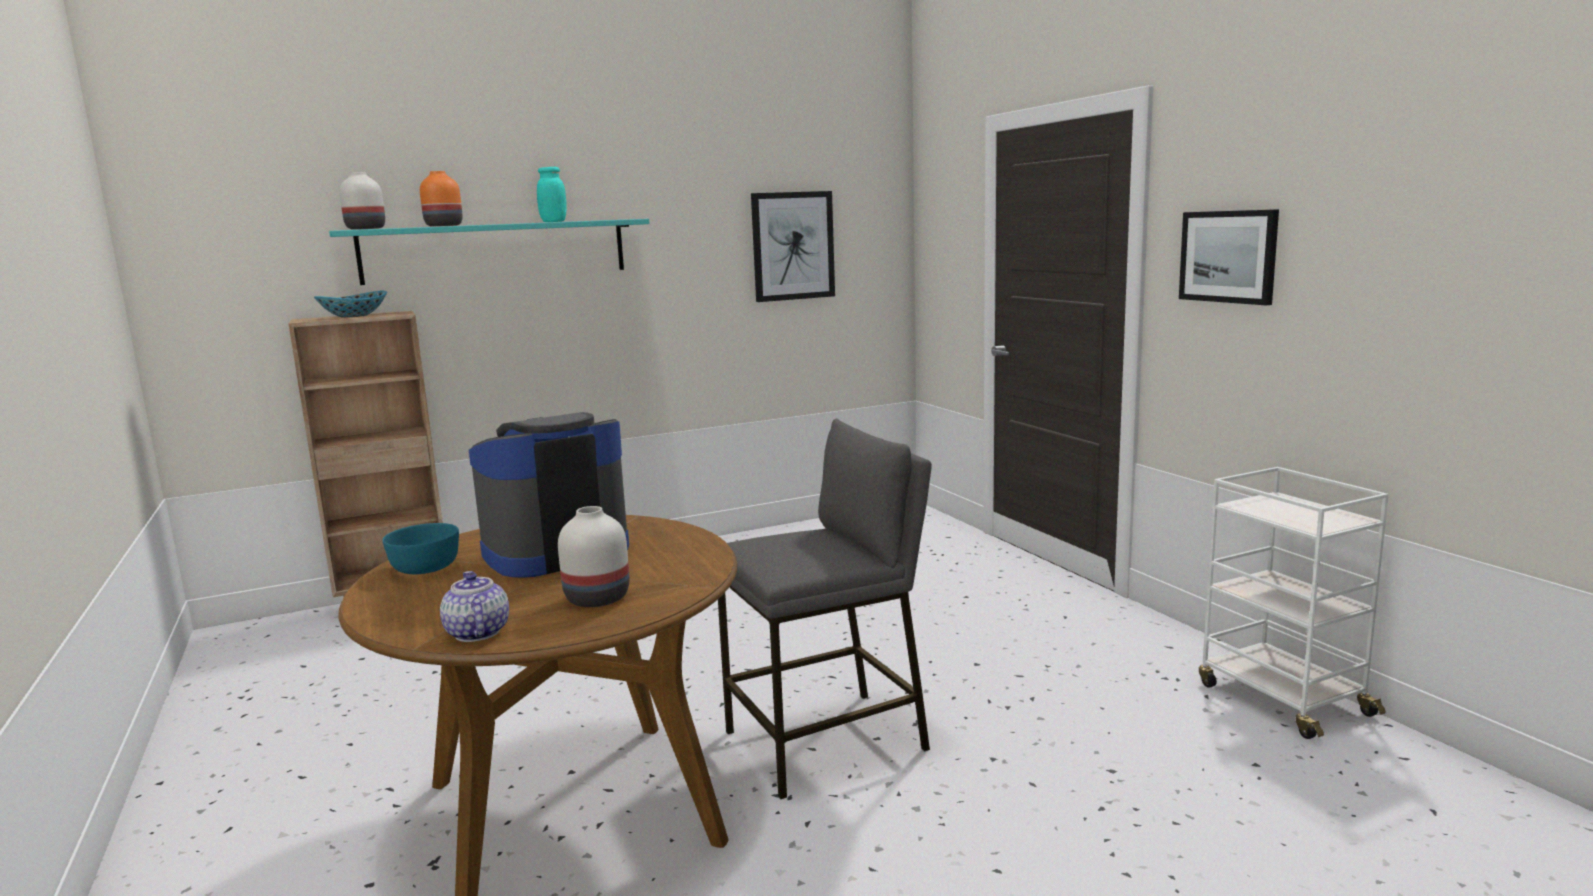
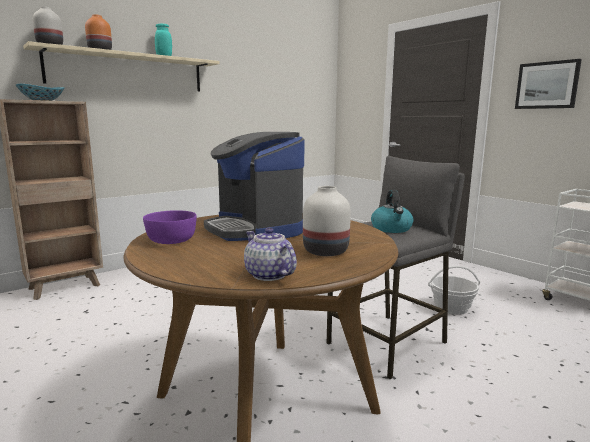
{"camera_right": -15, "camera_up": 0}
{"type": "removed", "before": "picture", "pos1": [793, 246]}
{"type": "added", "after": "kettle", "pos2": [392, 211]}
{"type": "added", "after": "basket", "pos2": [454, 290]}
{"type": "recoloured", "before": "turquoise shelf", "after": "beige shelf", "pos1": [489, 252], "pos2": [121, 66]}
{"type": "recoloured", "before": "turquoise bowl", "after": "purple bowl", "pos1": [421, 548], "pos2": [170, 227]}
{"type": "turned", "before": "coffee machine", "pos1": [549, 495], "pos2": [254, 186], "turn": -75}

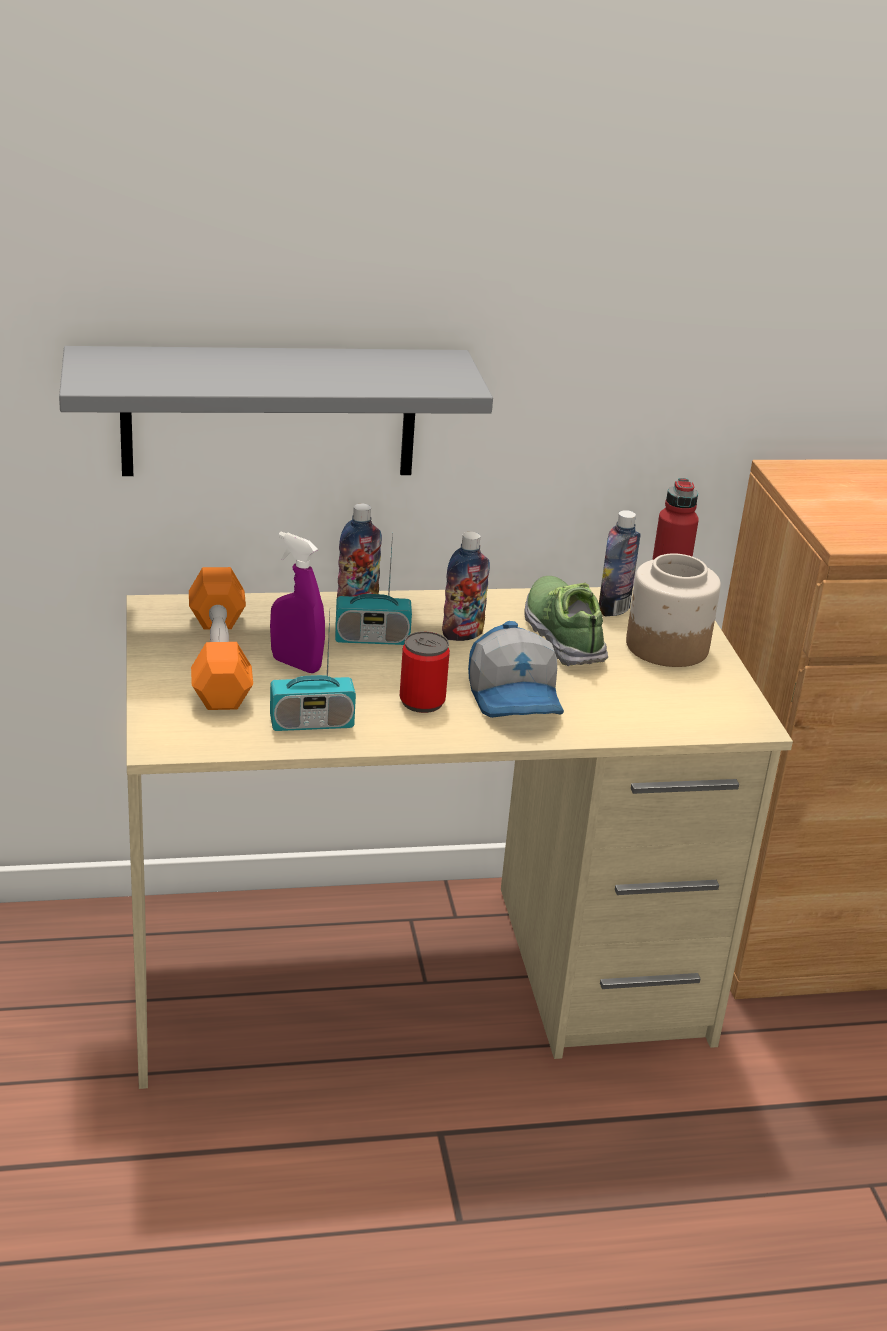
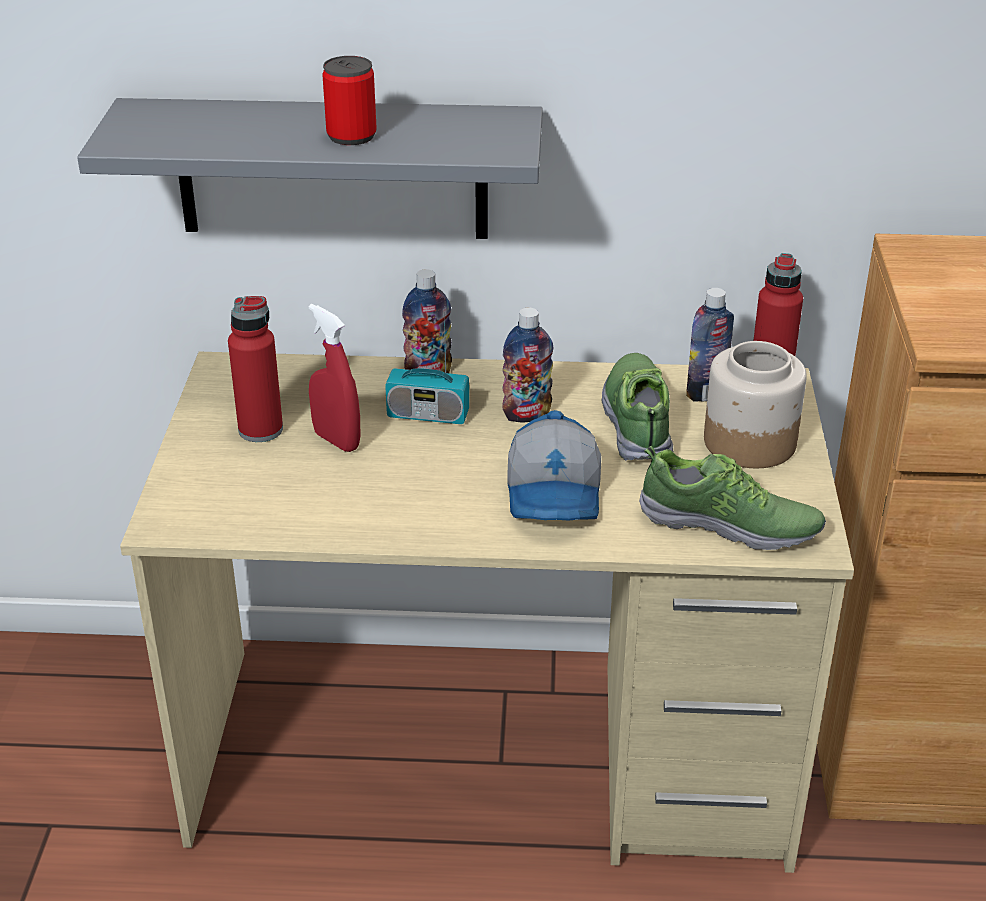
{"camera_right": 15, "camera_up": 5}
{"type": "removed", "before": "radio", "pos1": [313, 672]}
{"type": "added", "after": "shoe", "pos2": [732, 498]}
{"type": "moved", "before": "can", "pos1": [425, 672], "pos2": [349, 100]}
{"type": "replaced", "before": "orange dumbbell", "after": "red bottle", "pos1": [221, 638], "pos2": [255, 369]}
{"type": "recoloured", "before": "purple spray bottle", "after": "red spray bottle", "pos1": [297, 602], "pos2": [335, 378]}

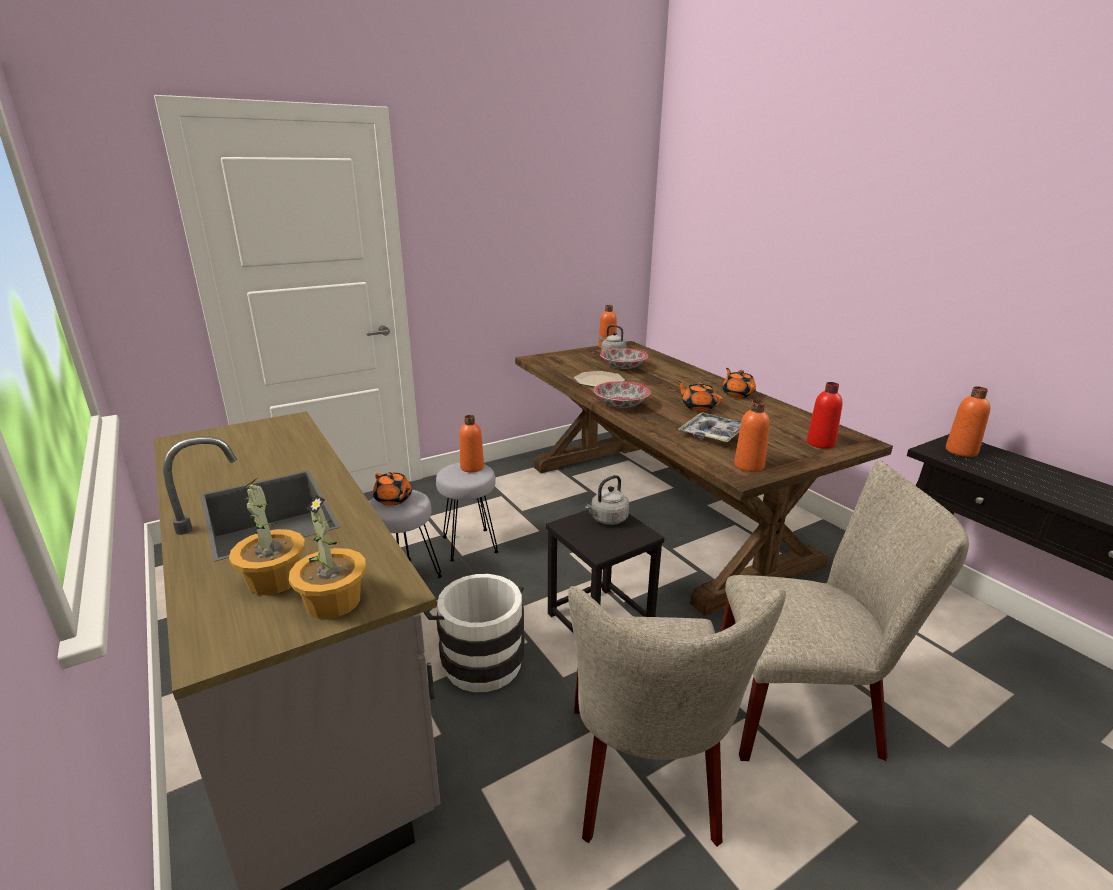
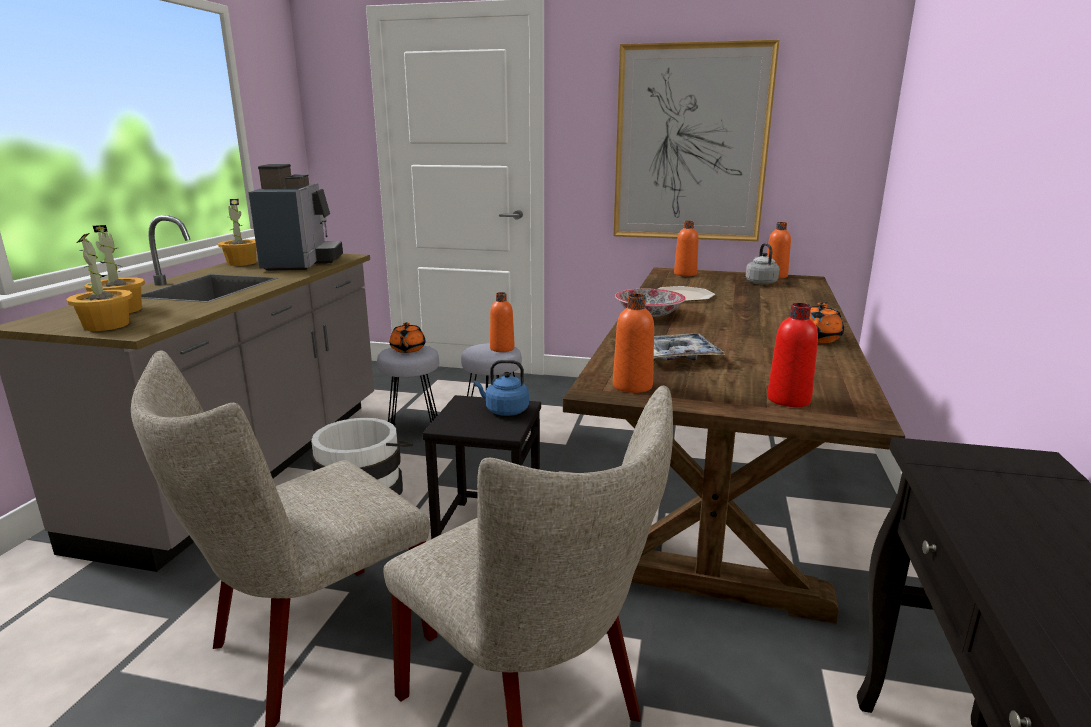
{"camera_right": 45, "camera_up": -5}
{"type": "removed", "before": "bowl", "pos1": [624, 358]}
{"type": "removed", "before": "orange teapot", "pos1": [700, 396]}
{"type": "added", "after": "potted plant", "pos2": [237, 232]}
{"type": "added", "after": "coffee machine", "pos2": [296, 217]}
{"type": "added", "after": "picture", "pos2": [696, 140]}
{"type": "moved", "before": "orange bottle", "pos1": [968, 421], "pos2": [686, 248]}
{"type": "recoloured", "before": "grey kettle", "after": "blue kettle", "pos1": [607, 500], "pos2": [501, 388]}

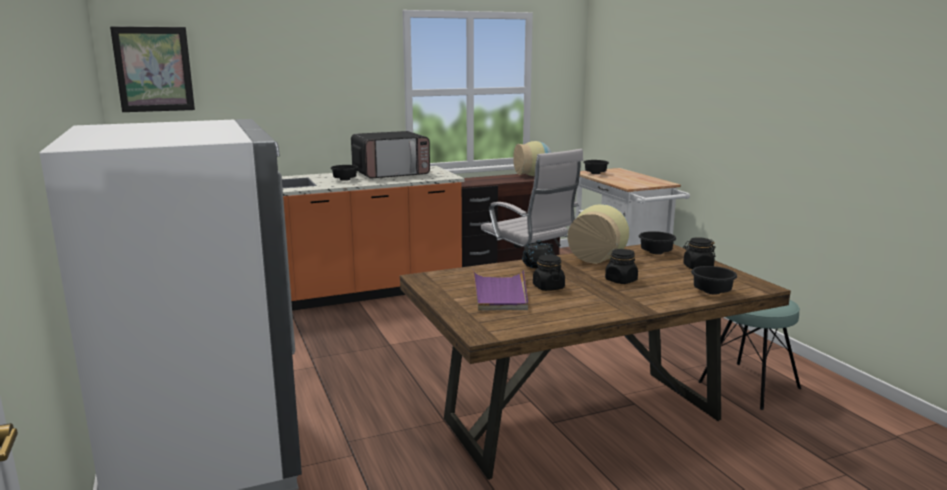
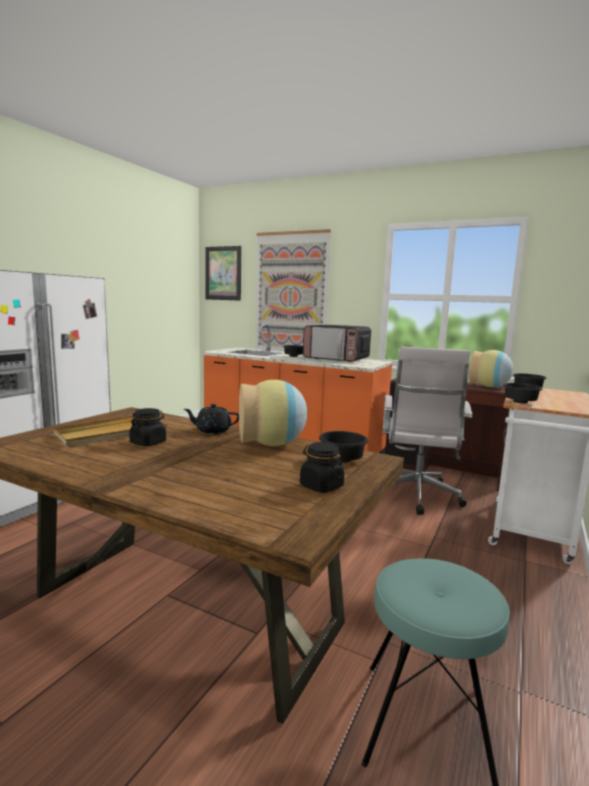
{"camera_right": 50, "camera_up": -5}
{"type": "removed", "before": "black jar", "pos1": [621, 266]}
{"type": "added", "after": "picture", "pos2": [293, 290]}
{"type": "moved", "before": "black bowl", "pos1": [714, 280], "pos2": [523, 393]}
{"type": "recoloured", "before": "purple tray", "after": "beige tray", "pos1": [500, 289], "pos2": [110, 431]}

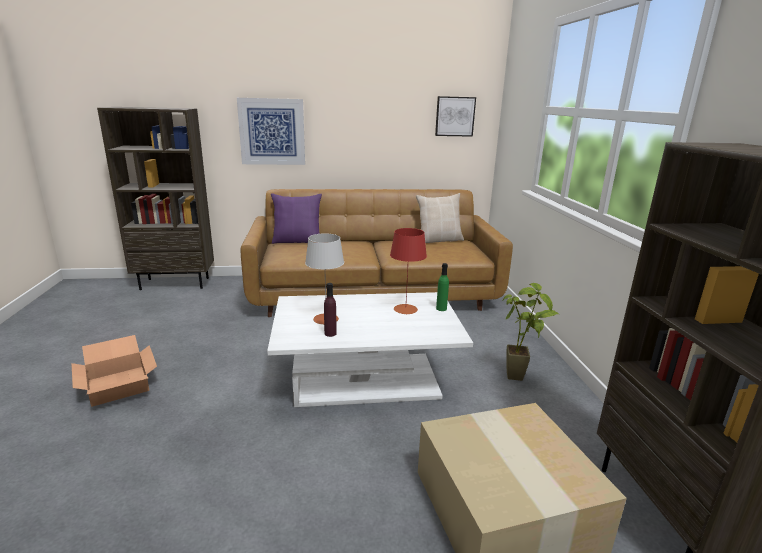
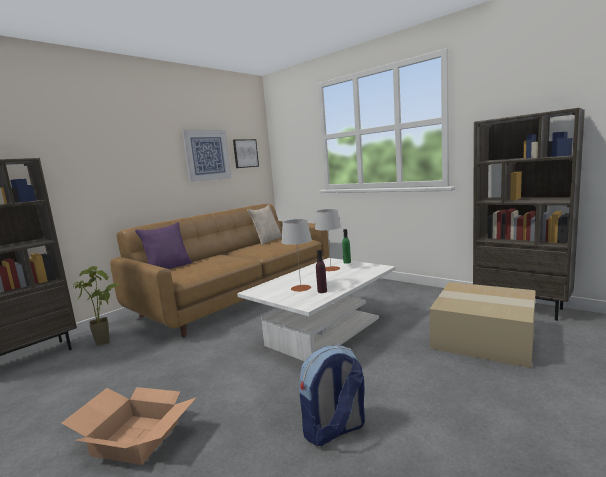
{"camera_right": -40, "camera_up": -10}
{"type": "added", "after": "backpack", "pos2": [332, 396]}
{"type": "moved", "before": "picture", "pos1": [271, 131], "pos2": [206, 156]}
{"type": "moved", "before": "potted plant", "pos1": [531, 332], "pos2": [97, 306]}
{"type": "recoloured", "before": "red table lamp", "after": "grey table lamp", "pos1": [408, 271], "pos2": [328, 240]}

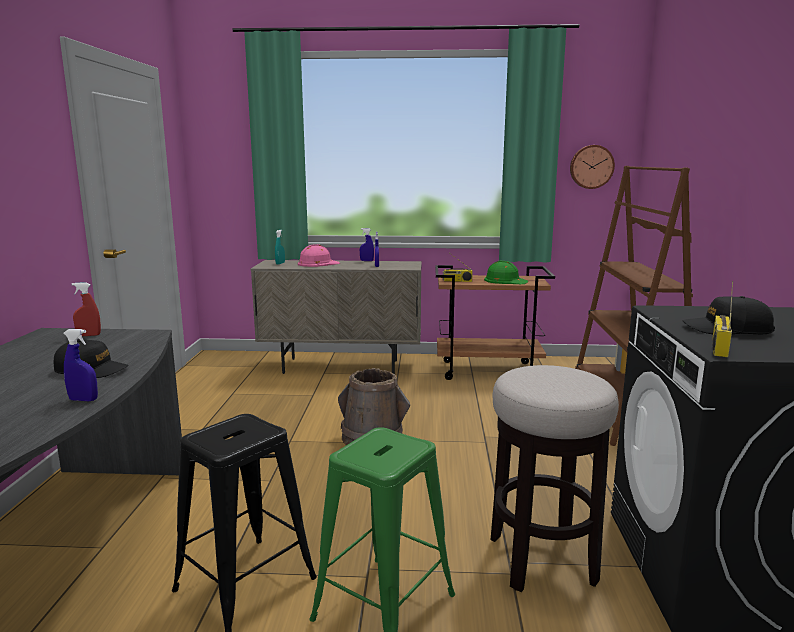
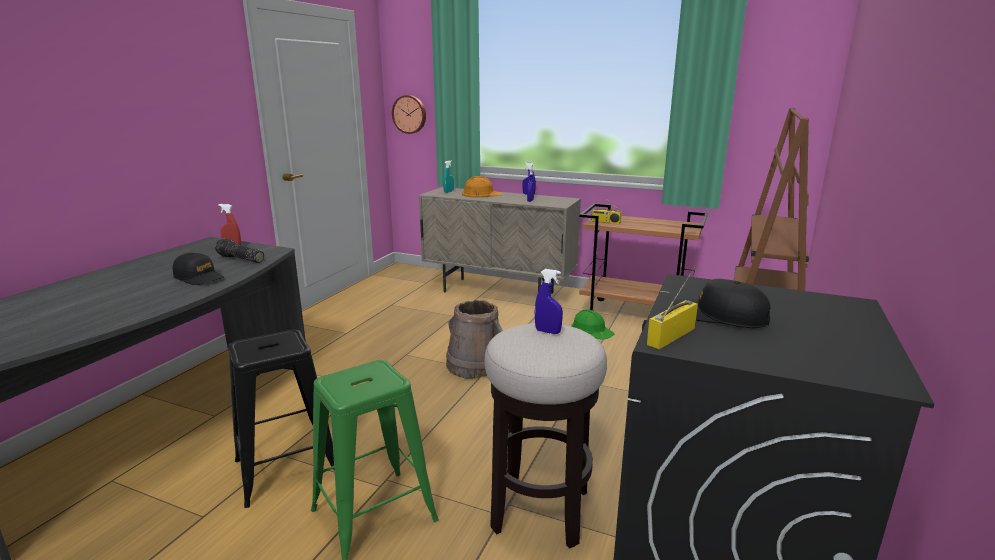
{"camera_right": 20, "camera_up": 5}
{"type": "added", "after": "flashlight", "pos2": [239, 251]}
{"type": "moved", "before": "blue spray bottle", "pos1": [81, 365], "pos2": [549, 301]}
{"type": "moved", "before": "green hard hat", "pos1": [506, 272], "pos2": [592, 324]}
{"type": "moved", "before": "wall clock", "pos1": [592, 167], "pos2": [409, 114]}
{"type": "recoloured", "before": "pink hard hat", "after": "orange hard hat", "pos1": [319, 255], "pos2": [482, 186]}

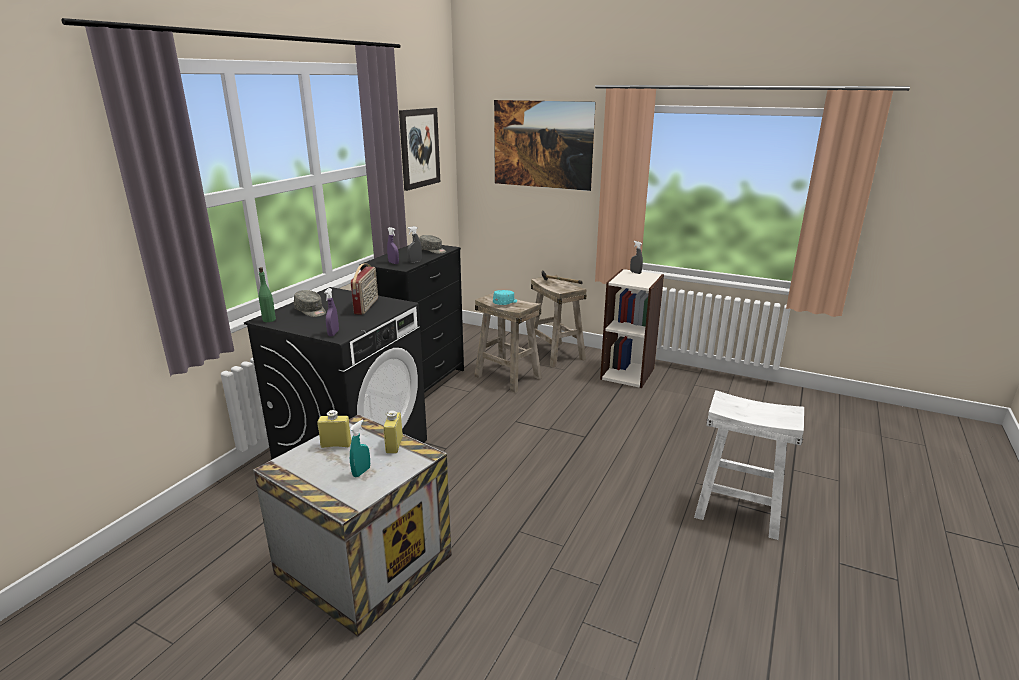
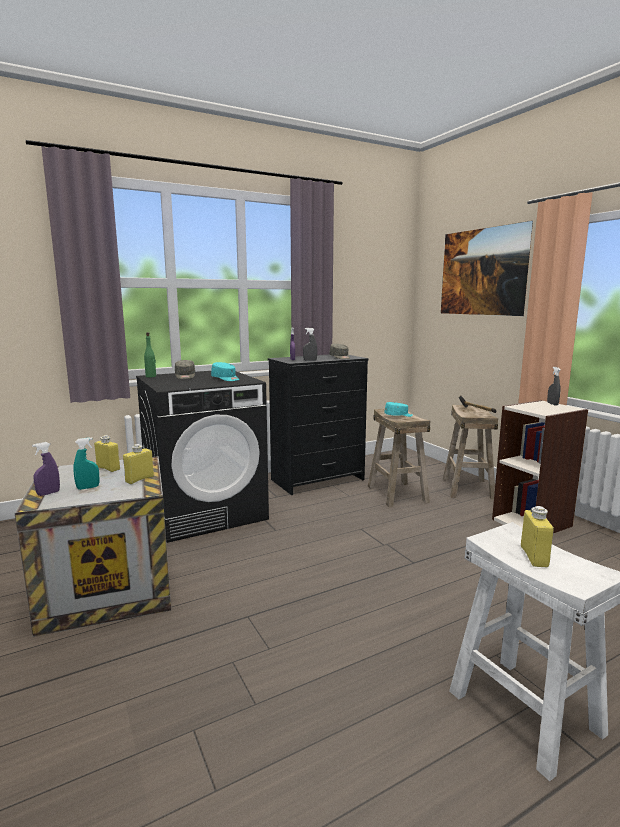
{"camera_right": 35, "camera_up": -10}
{"type": "removed", "before": "picture", "pos1": [419, 149]}
{"type": "added", "after": "yellow bottle", "pos2": [537, 536]}
{"type": "moved", "before": "purple spray bottle", "pos1": [331, 312], "pos2": [46, 469]}
{"type": "replaced", "before": "radio", "after": "turquoise cap", "pos1": [364, 289], "pos2": [225, 371]}

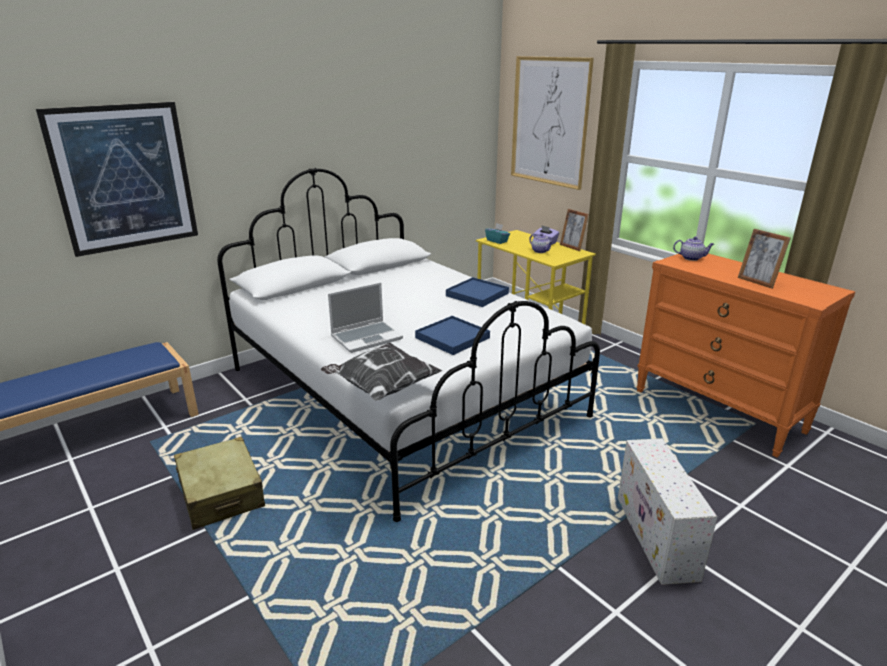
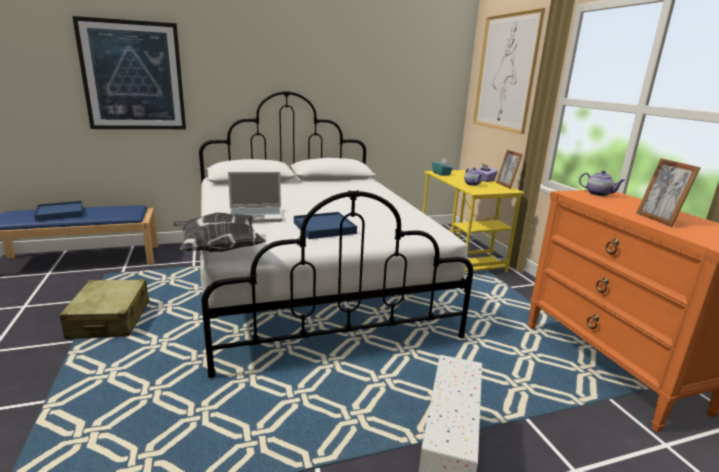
{"camera_right": 20, "camera_up": -5}
{"type": "moved", "before": "blue tray", "pos1": [477, 292], "pos2": [58, 211]}

